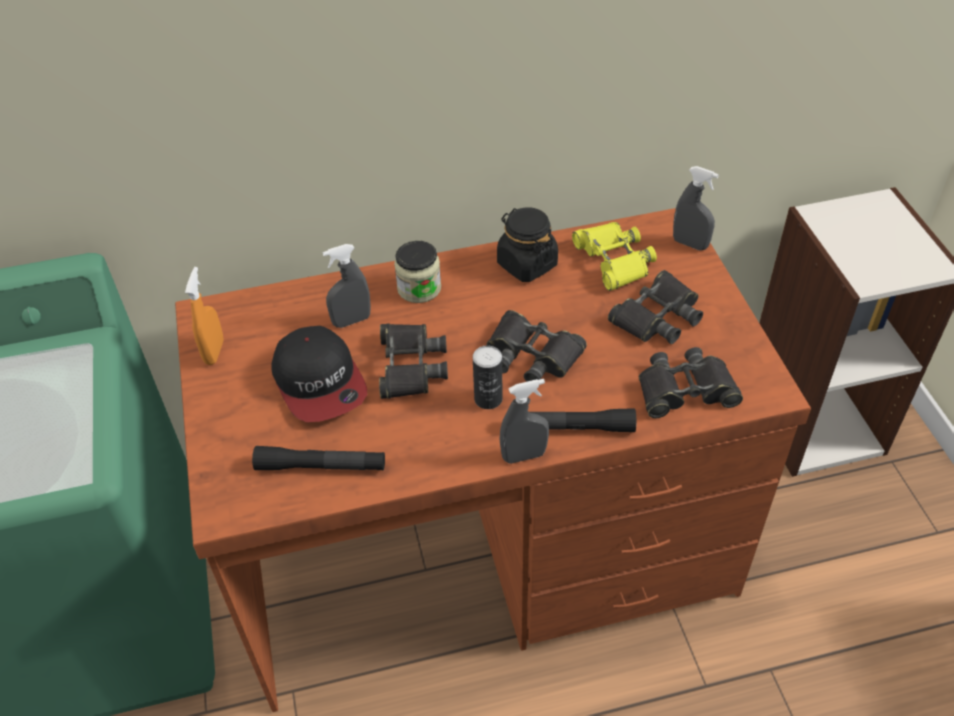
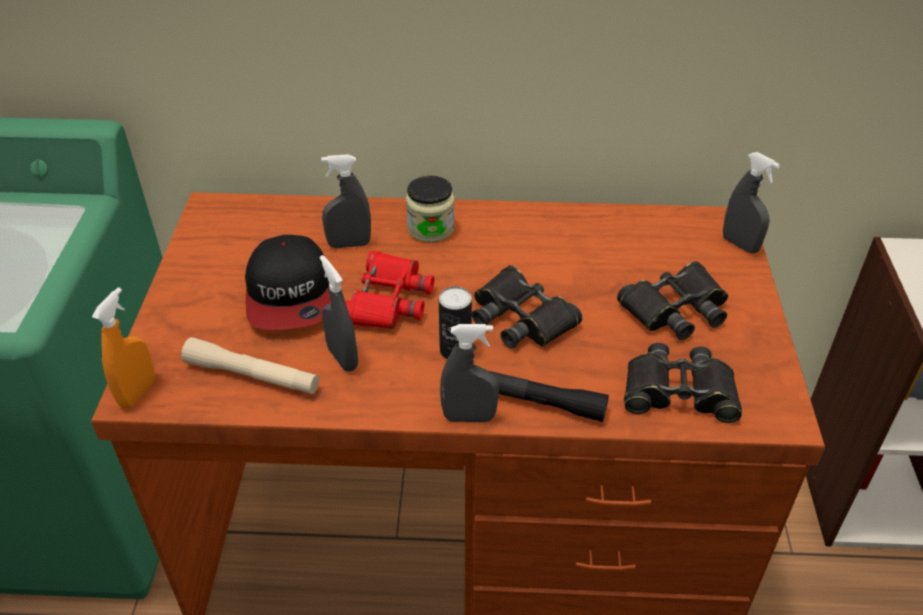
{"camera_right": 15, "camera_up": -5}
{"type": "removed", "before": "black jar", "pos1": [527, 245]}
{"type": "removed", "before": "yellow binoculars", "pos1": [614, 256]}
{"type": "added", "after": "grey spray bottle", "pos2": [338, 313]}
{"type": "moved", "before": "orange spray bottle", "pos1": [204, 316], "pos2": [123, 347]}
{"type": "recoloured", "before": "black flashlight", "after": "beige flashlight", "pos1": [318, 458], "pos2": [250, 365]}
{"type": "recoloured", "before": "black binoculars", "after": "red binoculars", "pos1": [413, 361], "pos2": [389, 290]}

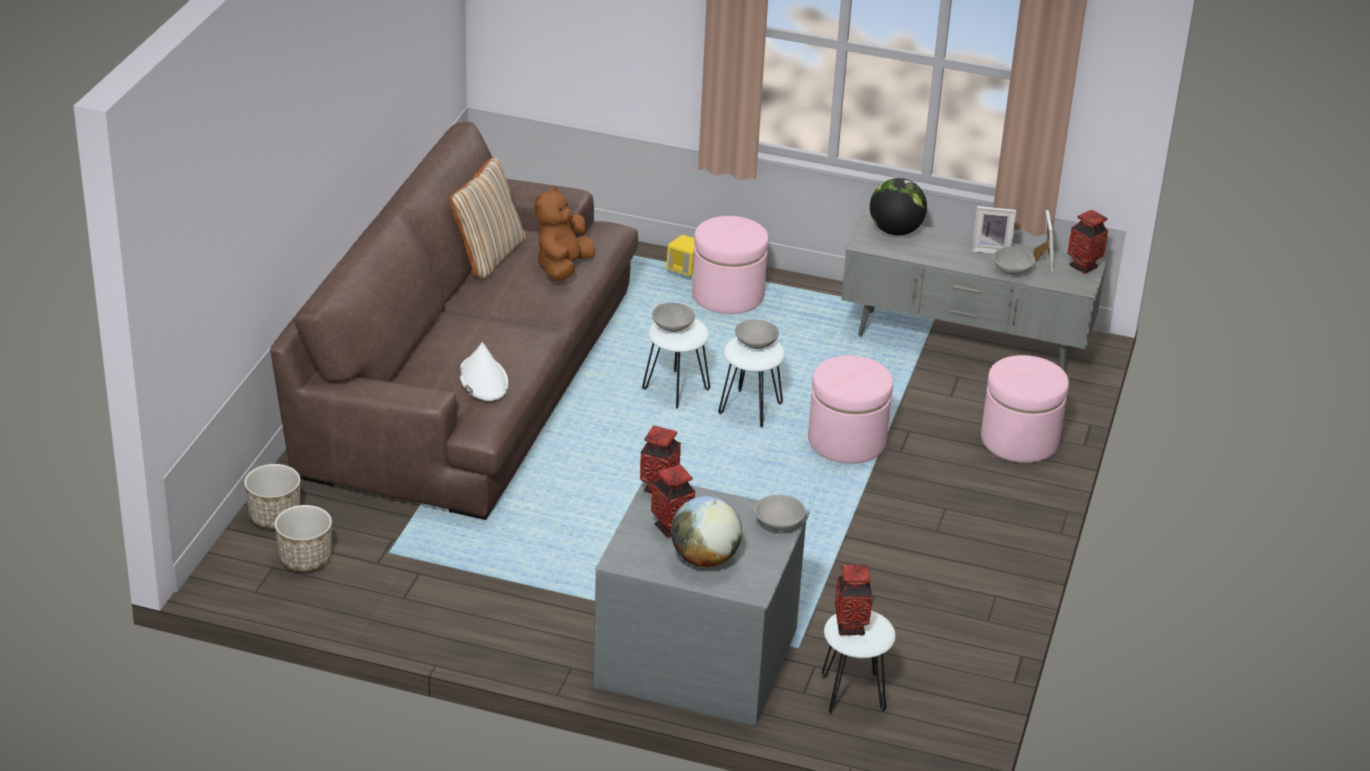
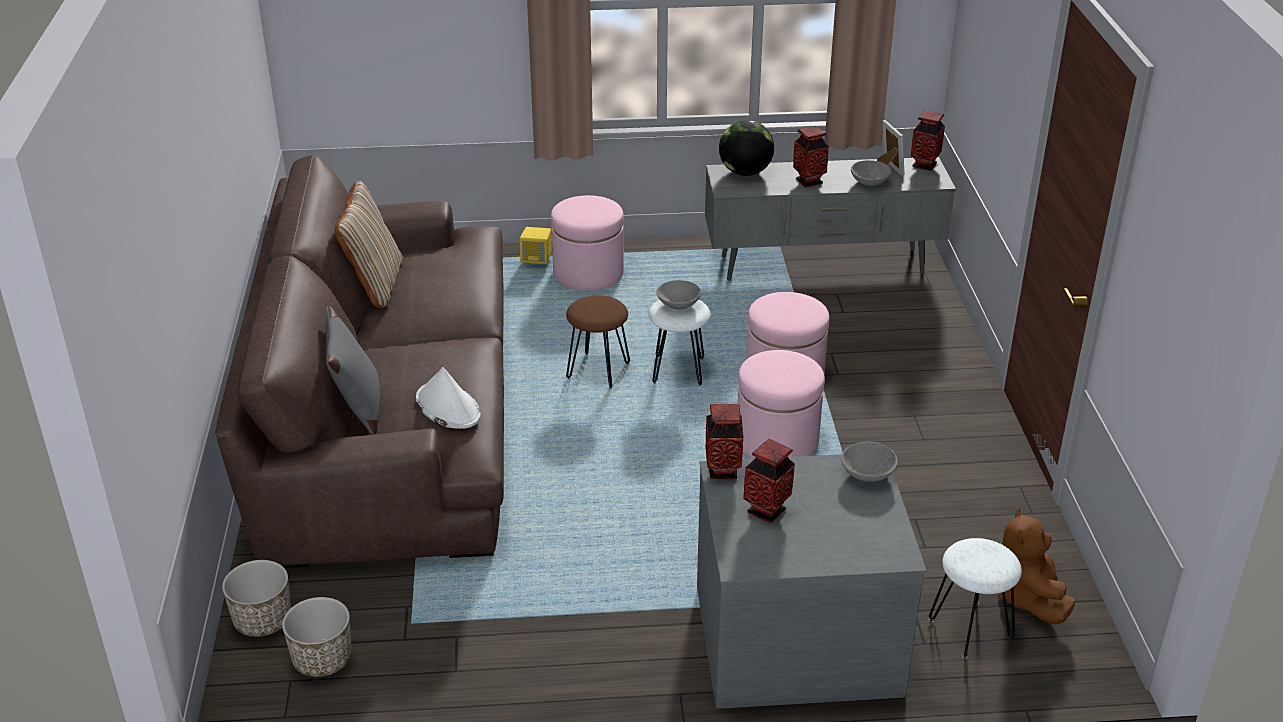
{"camera_right": -20, "camera_up": 0}
{"type": "removed", "before": "grey bowl", "pos1": [673, 317]}
{"type": "removed", "before": "globe", "pos1": [706, 531]}
{"type": "removed", "before": "picture frame", "pos1": [994, 230]}
{"type": "added", "after": "grey pillow", "pos2": [353, 370]}
{"type": "moved", "before": "brown plush toy", "pos1": [565, 233], "pos2": [1036, 566]}
{"type": "moved", "before": "vase", "pos1": [854, 600], "pos2": [811, 157]}
{"type": "moved", "before": "pink ottoman", "pos1": [1025, 409], "pos2": [781, 404]}
{"type": "recoloured", "before": "white stool", "after": "brown stool", "pos1": [676, 364], "pos2": [598, 342]}

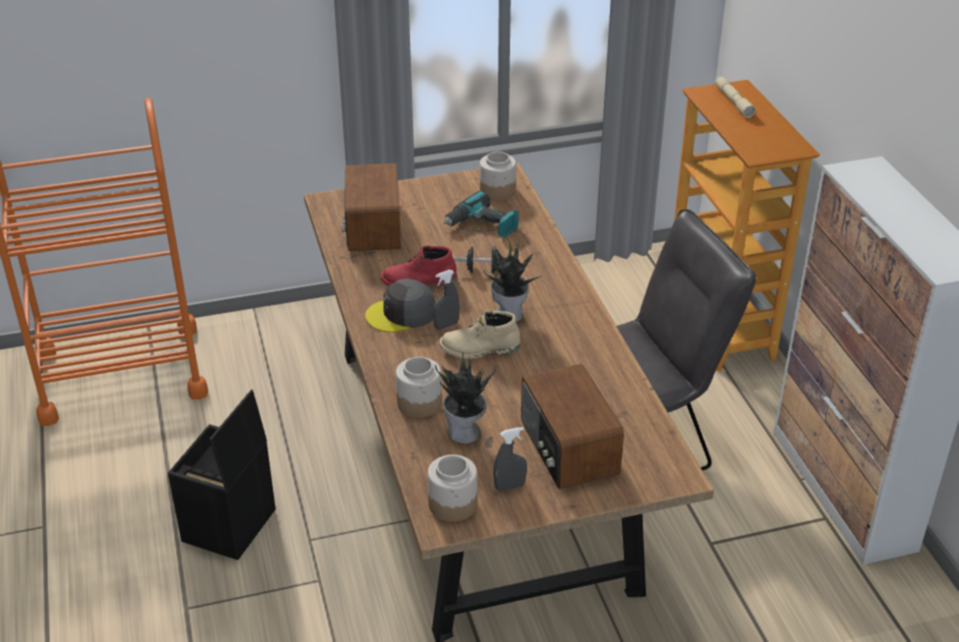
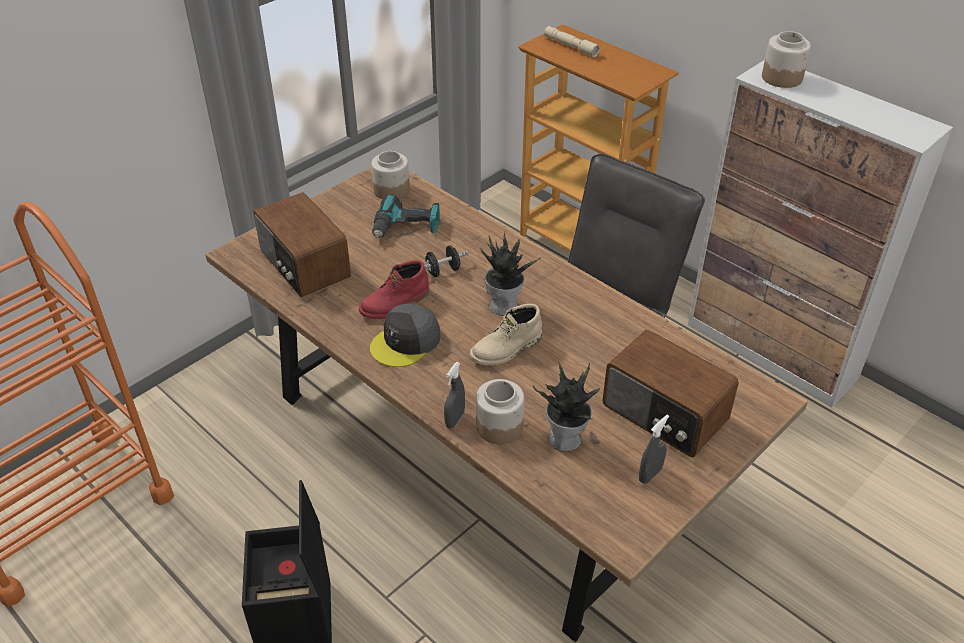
{"camera_right": -30, "camera_up": 5}
{"type": "moved", "before": "jar", "pos1": [452, 488], "pos2": [786, 59]}
{"type": "moved", "before": "grey spray bottle", "pos1": [446, 300], "pos2": [454, 395]}

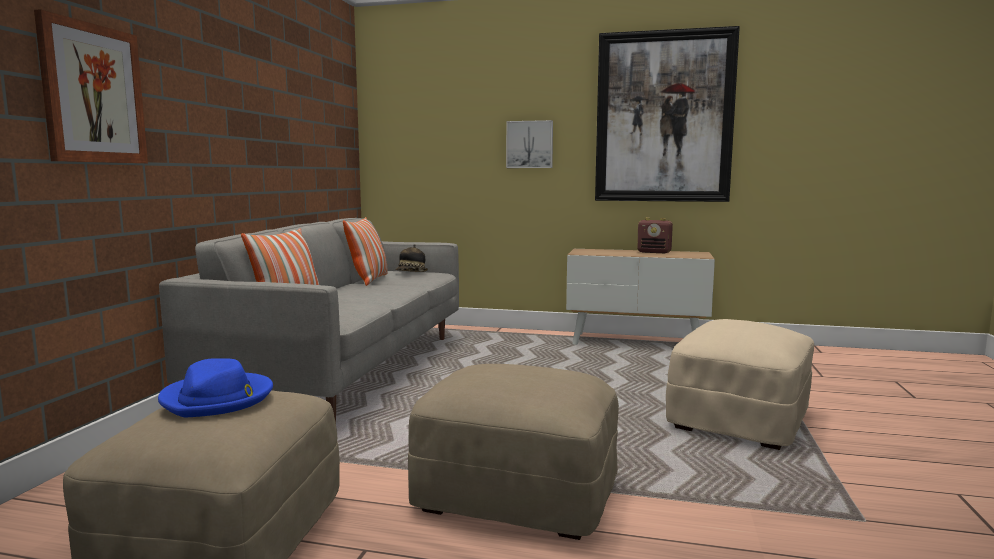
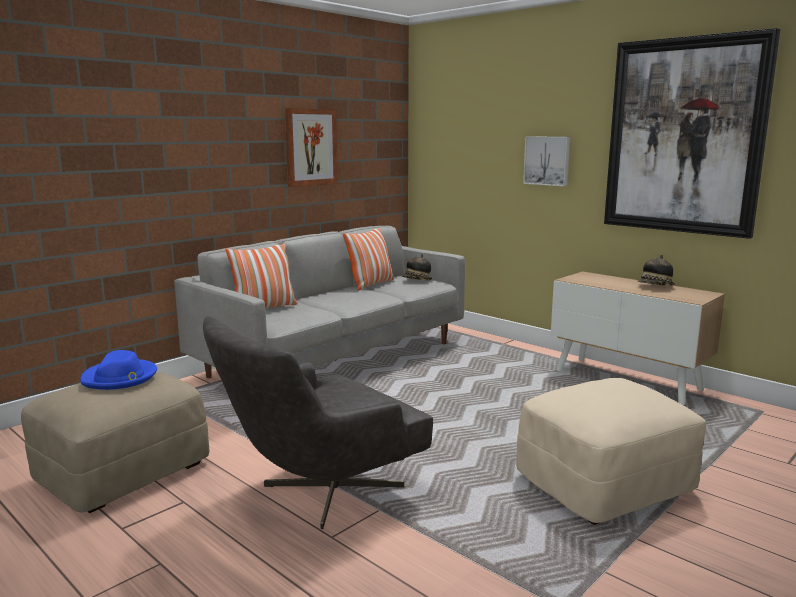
{"camera_right": 30, "camera_up": 5}
{"type": "moved", "before": "picture", "pos1": [91, 86], "pos2": [311, 147]}
{"type": "replaced", "before": "beige ottoman", "after": "grey armchair", "pos1": [513, 452], "pos2": [318, 422]}
{"type": "replaced", "before": "radio", "after": "hat", "pos1": [655, 235], "pos2": [656, 270]}

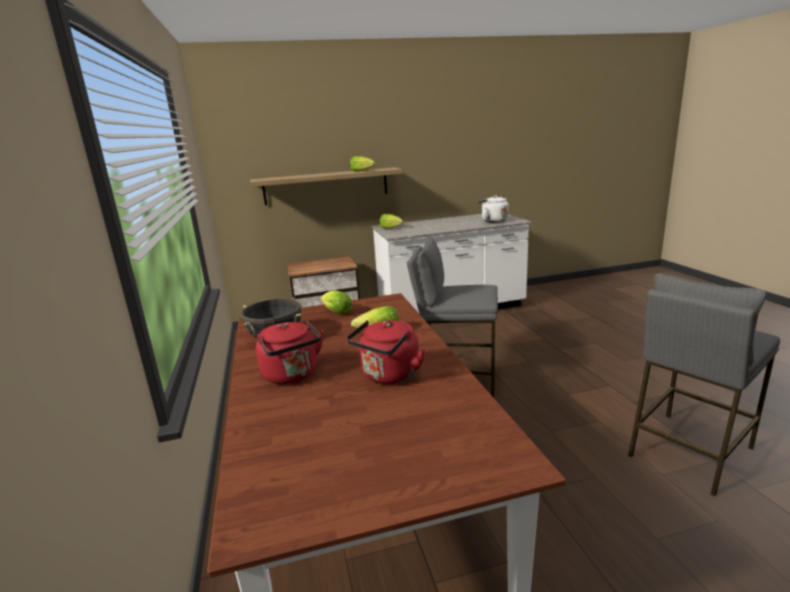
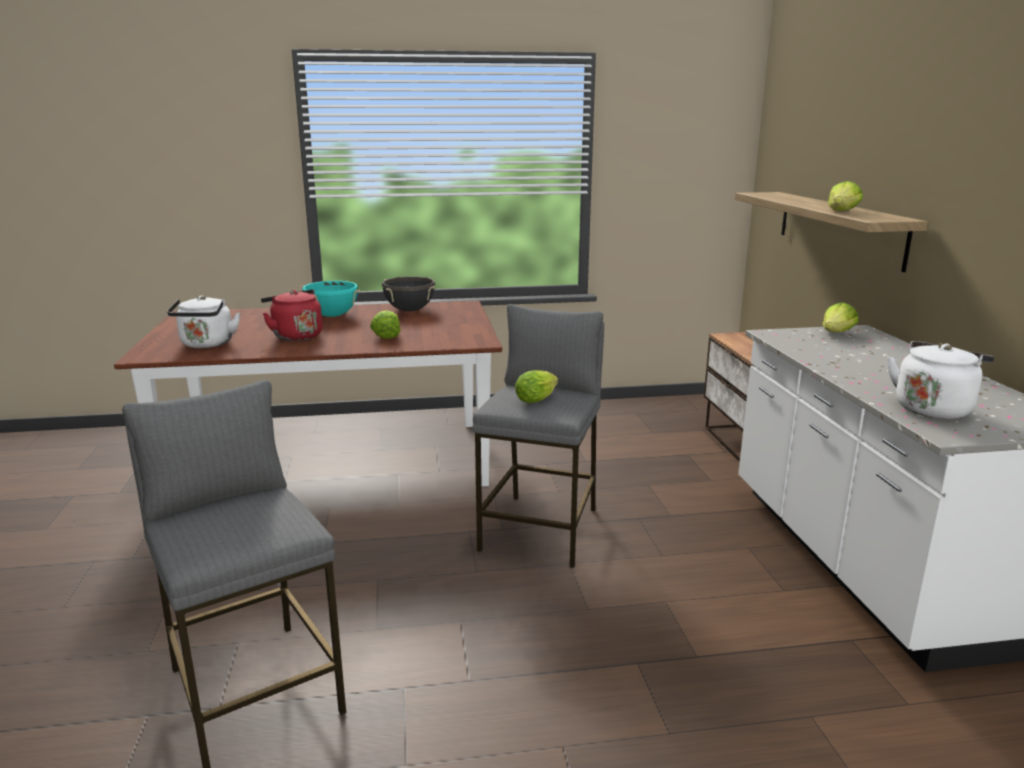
{"camera_right": 95, "camera_up": 0}
{"type": "added", "after": "white kettle", "pos2": [203, 321]}
{"type": "moved", "before": "lettuce", "pos1": [336, 302], "pos2": [536, 386]}
{"type": "replaced", "before": "red kettle", "after": "turquoise cooking pot", "pos1": [290, 352], "pos2": [331, 299]}

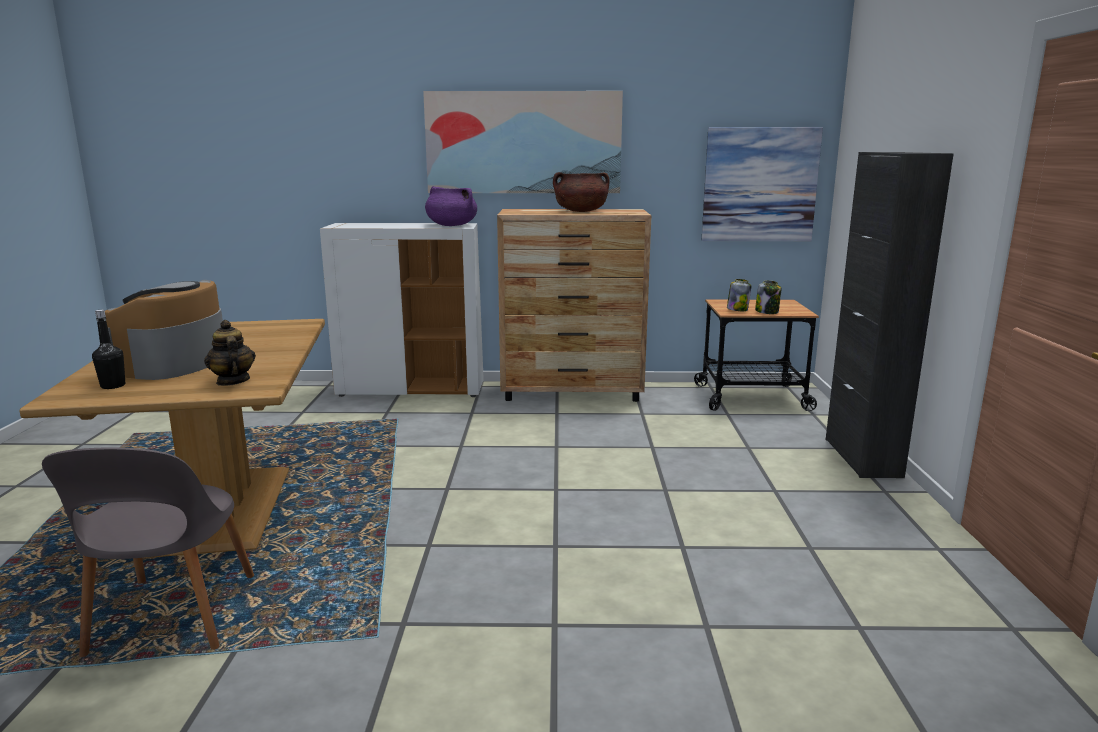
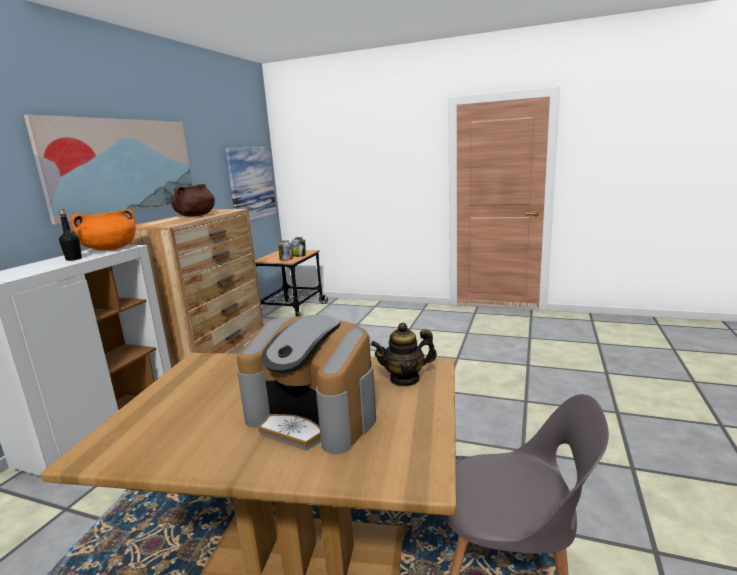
{"camera_right": -70, "camera_up": 0}
{"type": "removed", "before": "black cabinet", "pos1": [890, 315]}
{"type": "moved", "before": "black bottle", "pos1": [108, 349], "pos2": [70, 235]}
{"type": "recoloured", "before": "purple cooking pot", "after": "orange cooking pot", "pos1": [451, 206], "pos2": [103, 229]}

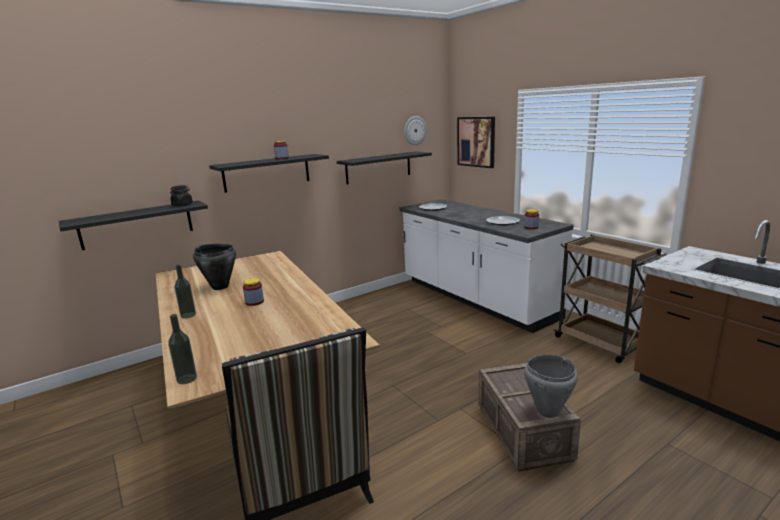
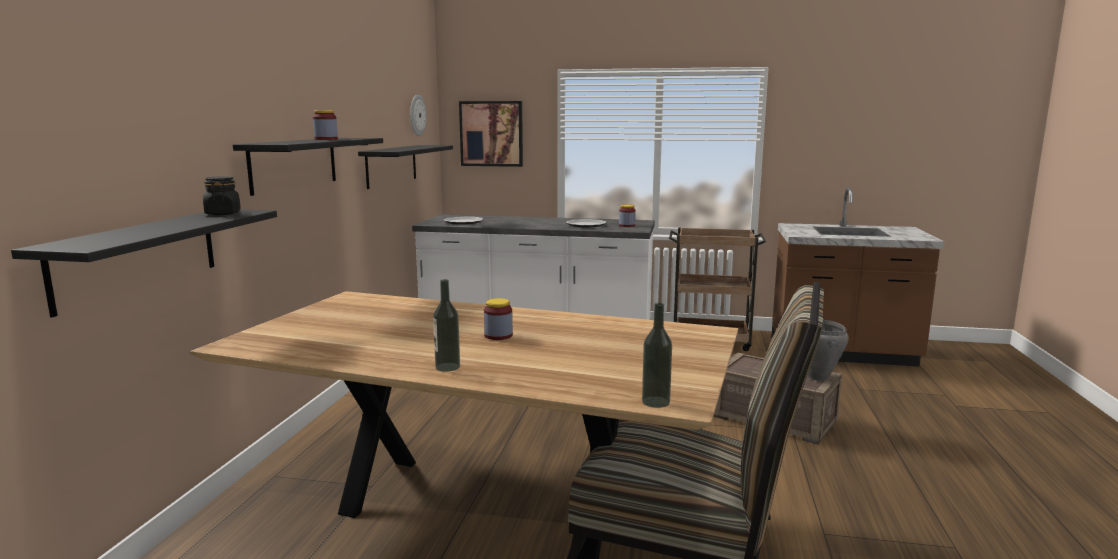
{"camera_right": -45, "camera_up": -5}
{"type": "removed", "before": "black cooking pot", "pos1": [214, 267]}

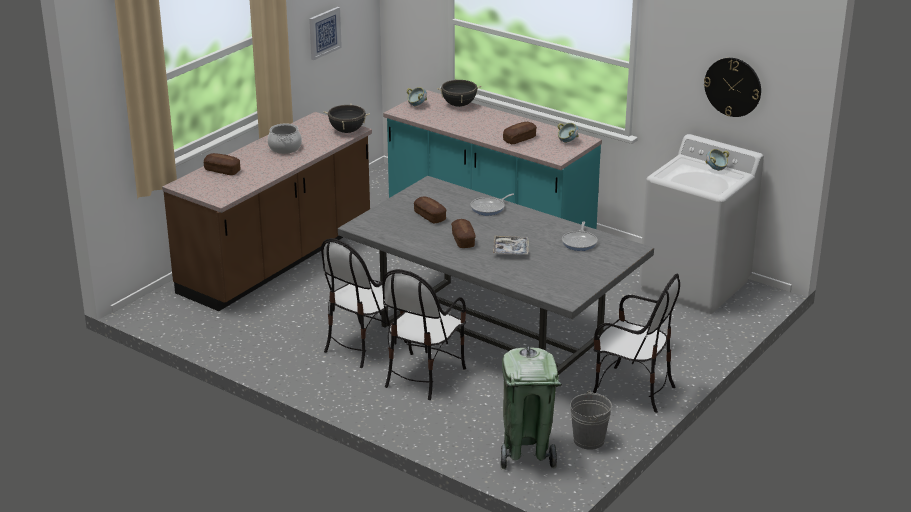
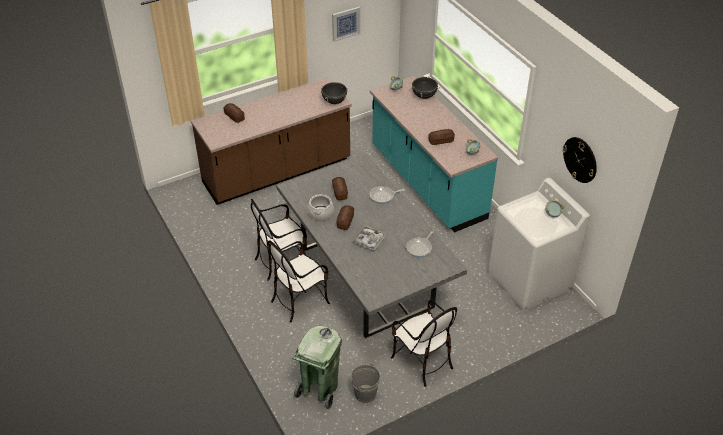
{"camera_right": 25, "camera_up": 15}
{"type": "moved", "before": "cooking pot", "pos1": [285, 139], "pos2": [321, 207]}

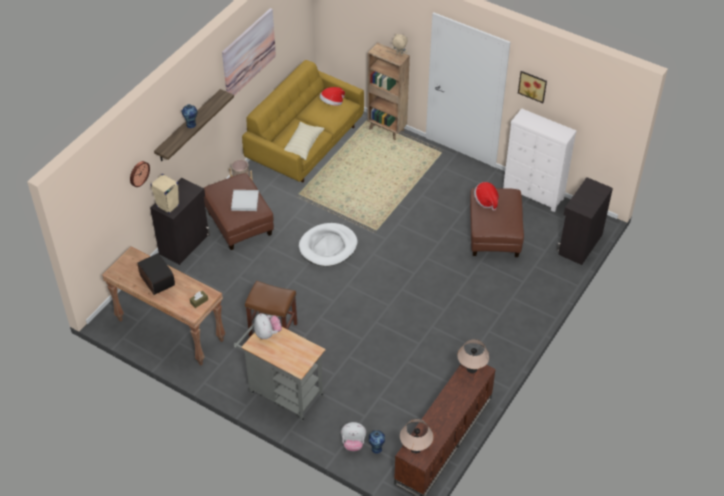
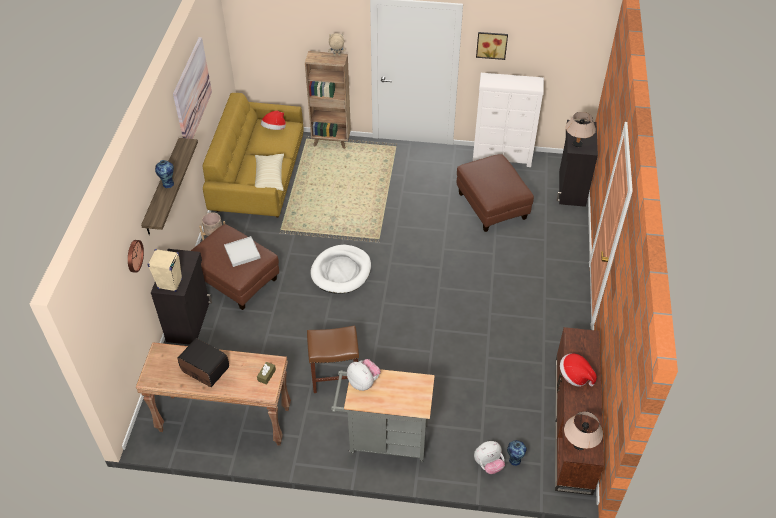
{"camera_right": -25, "camera_up": 0}
{"type": "moved", "before": "beige table lamp", "pos1": [473, 356], "pos2": [581, 129]}
{"type": "moved", "before": "hat", "pos1": [486, 196], "pos2": [578, 370]}

